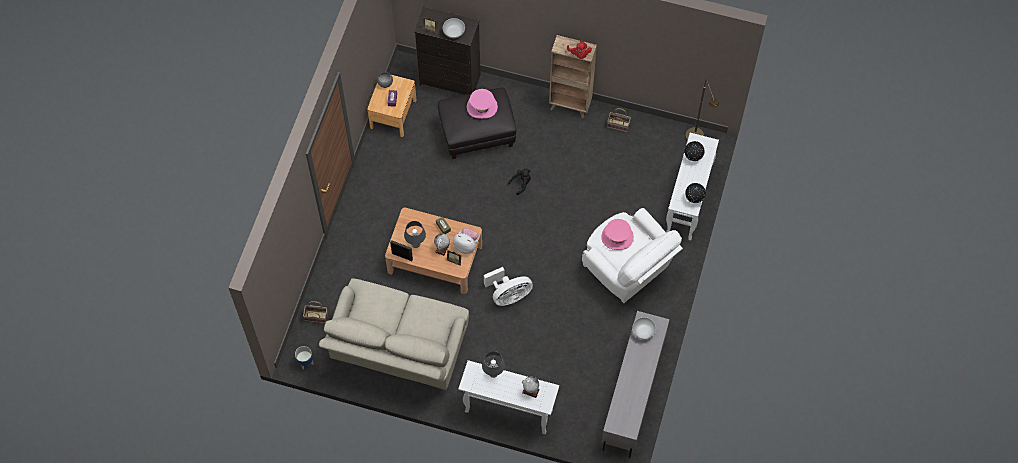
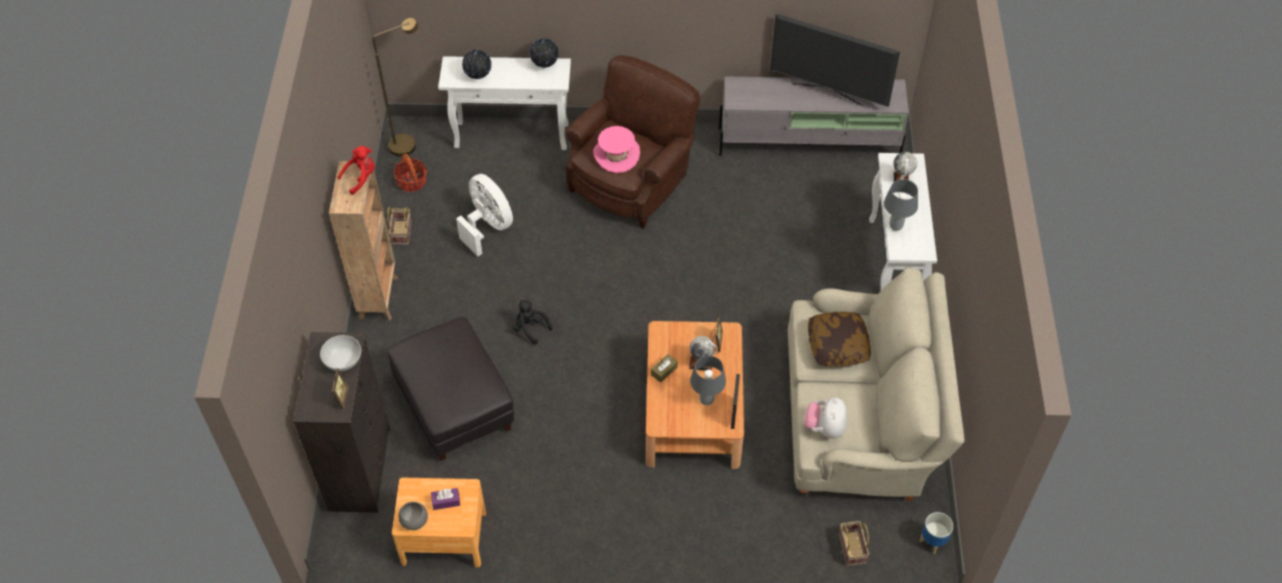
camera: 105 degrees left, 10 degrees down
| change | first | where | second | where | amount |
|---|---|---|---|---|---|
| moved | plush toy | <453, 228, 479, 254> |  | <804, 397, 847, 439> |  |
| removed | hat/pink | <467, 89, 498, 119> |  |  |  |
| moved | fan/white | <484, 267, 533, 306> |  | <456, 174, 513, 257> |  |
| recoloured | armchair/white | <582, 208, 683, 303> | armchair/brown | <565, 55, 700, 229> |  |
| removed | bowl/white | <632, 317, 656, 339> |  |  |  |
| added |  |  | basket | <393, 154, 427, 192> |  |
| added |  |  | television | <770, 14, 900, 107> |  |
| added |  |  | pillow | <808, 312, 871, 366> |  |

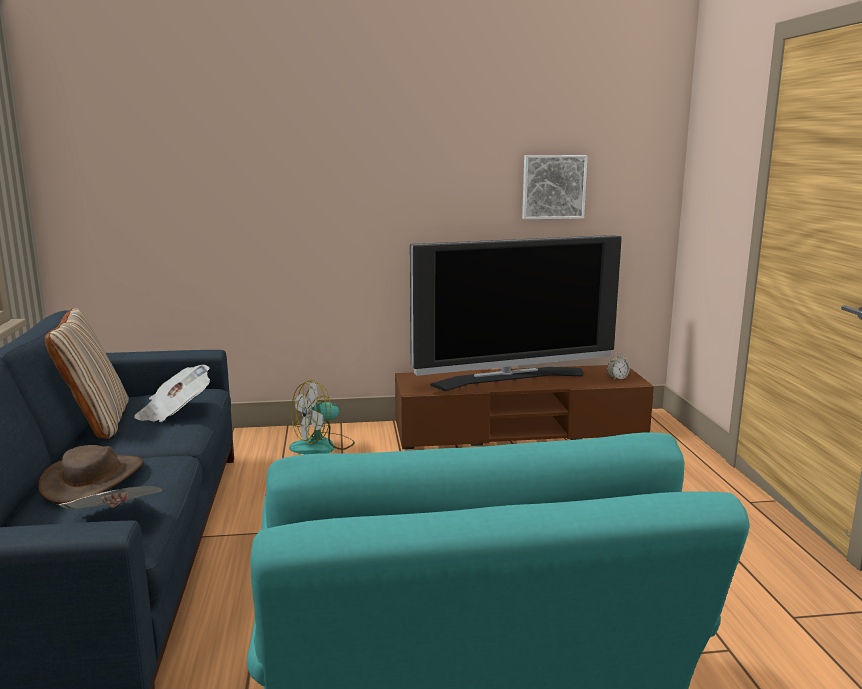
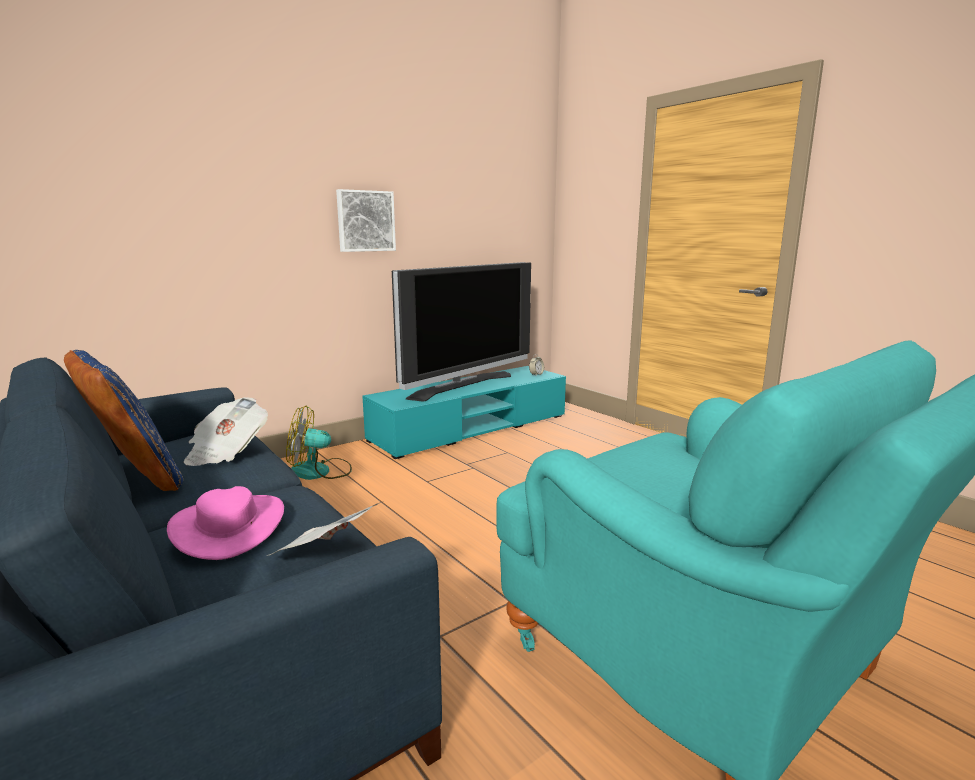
camera: 30 degrees left, 0 degrees up
| change | first | where | second | where | amount |
|---|---|---|---|---|---|
| recoloured | hat/brown | <38, 445, 143, 503> | hat/pink | <167, 486, 284, 560> |  |
| recoloured | pillow/beige | <45, 308, 129, 439> | pillow/blue | <64, 350, 183, 491> |  |
| turned | fan | <289, 380, 355, 454> |  | <286, 405, 352, 480> | 60 degrees clockwise |
| recoloured | tv stand/brown | <395, 365, 654, 449> | tv stand/turquoise | <362, 366, 566, 459> |  |
| moved | picture | <522, 155, 587, 219> |  | <336, 189, 396, 252> |  |

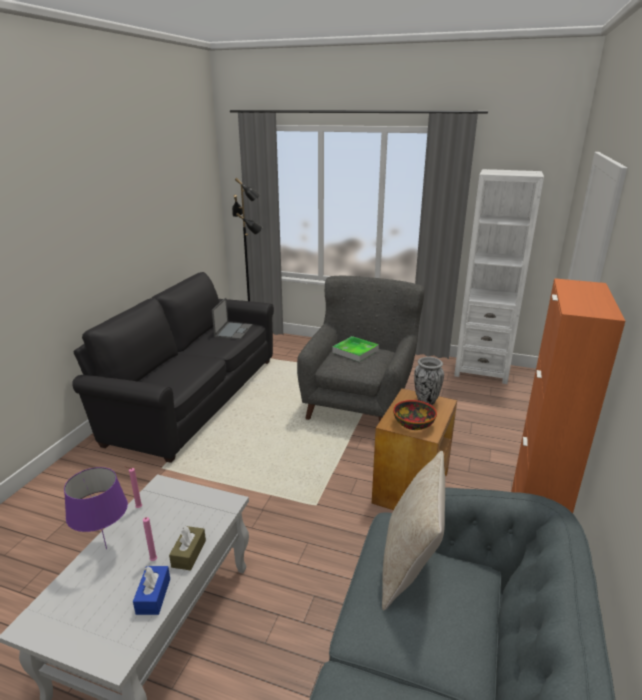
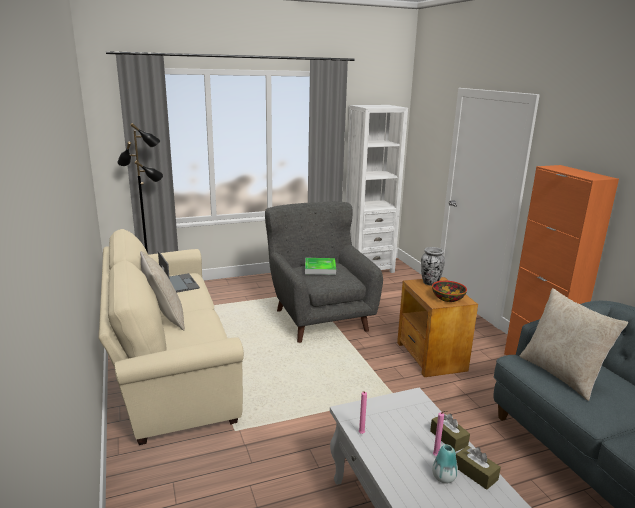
camera: 40 degrees left, 5 degrees down
| change | first | where | second | where | amount |
|---|---|---|---|---|---|
| removed | table lamp/purple | <64, 467, 128, 549> |  |  |  |
| recoloured | sofa/black | <72, 272, 274, 463> | sofa/beige | <99, 229, 244, 445> |  |
| recoloured | tissue box/blue | <133, 566, 170, 615> | tissue box/brown | <456, 446, 501, 490> |  |
| added |  |  | pillow/beige | <140, 251, 185, 330> |  |
| added |  |  | vase | <432, 444, 458, 484> |  |

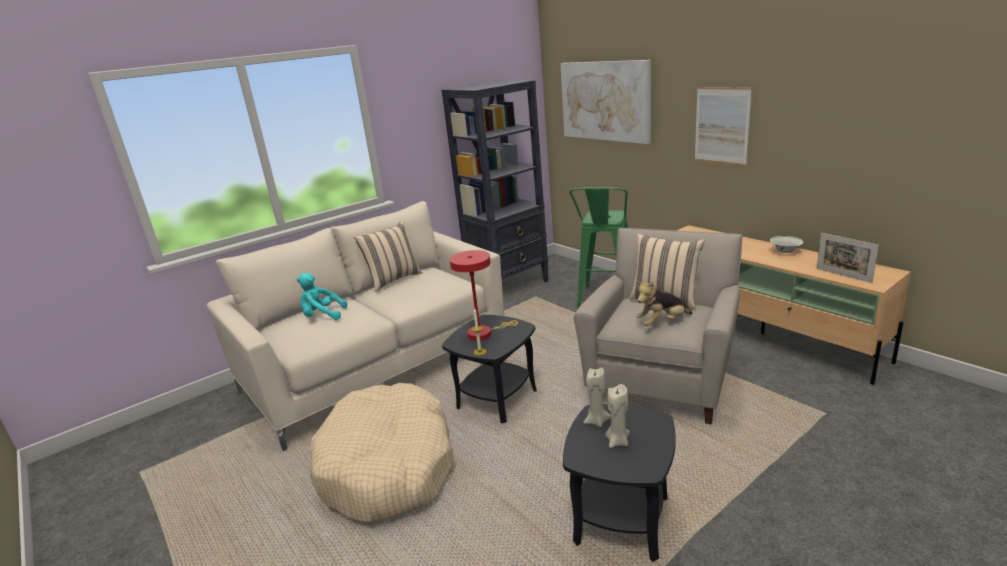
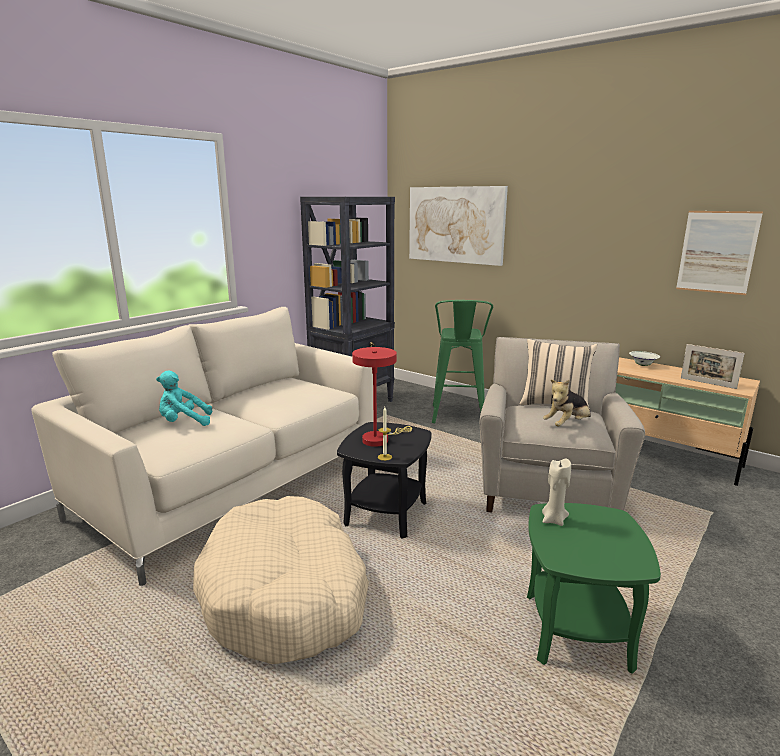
camera: 15 degrees left, 5 degrees down
| change | first | where | second | where | amount |
|---|---|---|---|---|---|
| removed | pillow/beige | <354, 220, 422, 292> |  |  |  |
| recoloured | side table/black | <563, 404, 676, 562> | side table/green | <527, 503, 661, 674> |  |
| removed | candle/beige | <605, 384, 630, 448> |  |  |  |
| moved | picture | <695, 87, 752, 166> |  | <676, 211, 763, 295> |  |

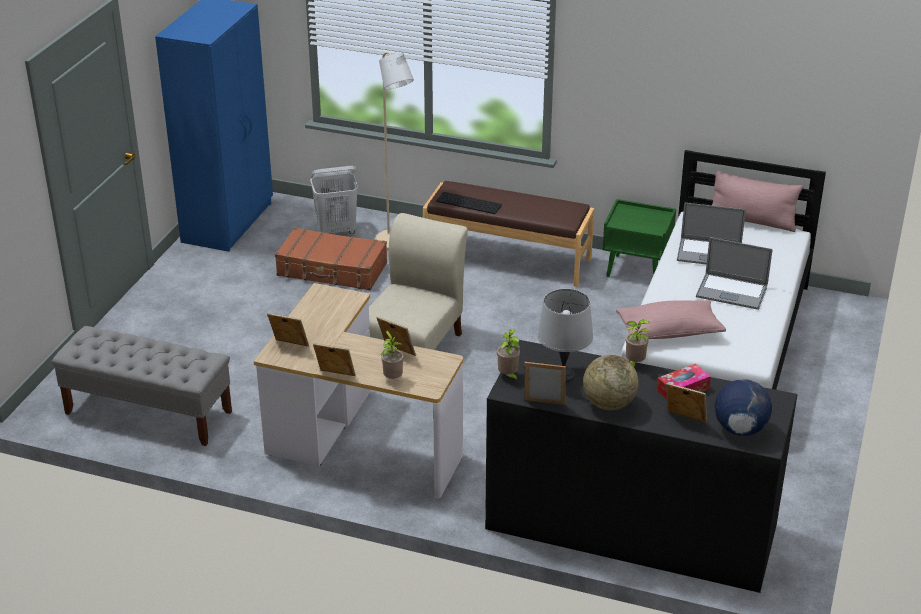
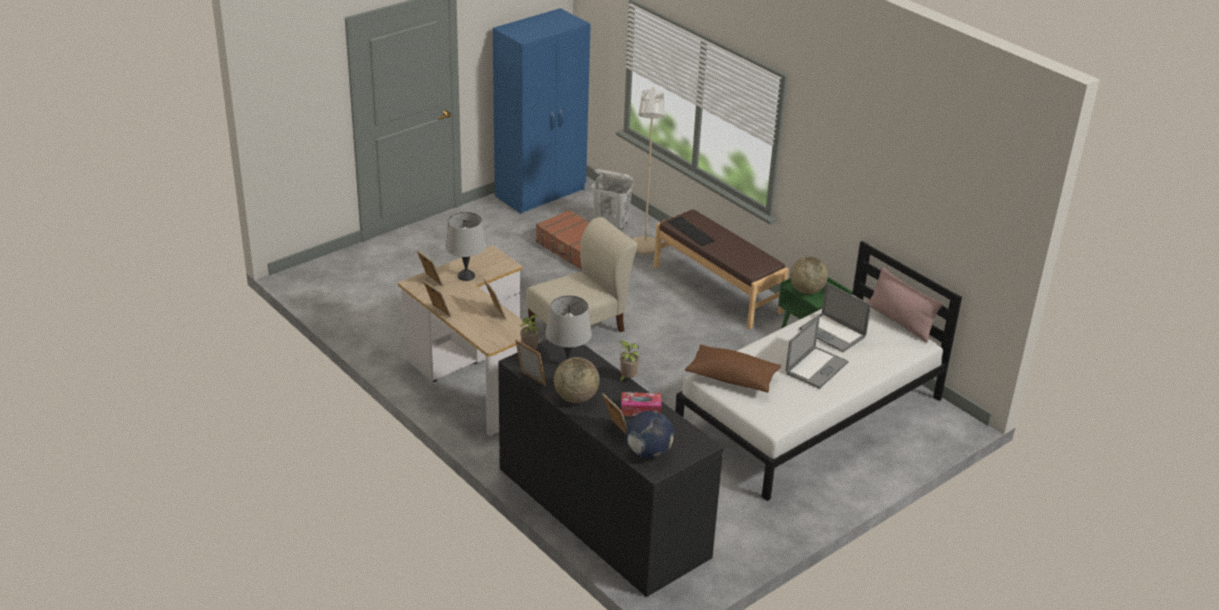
camera: 30 degrees right, 0 degrees up
| change | first | where | second | where | amount |
|---|---|---|---|---|---|
| removed | bench/grey | <52, 326, 232, 446> |  |  |  |
| removed | potted plant | <381, 331, 404, 379> |  |  |  |
| recoloured | pillow/pink | <616, 300, 726, 339> | pillow/brown | <685, 344, 781, 393> |  |
| turned | laptop | <696, 237, 772, 310> |  | <786, 316, 849, 389> | 105 degrees counterclockwise |
| added |  |  | table lamp/grey | <445, 212, 486, 281> |  |
| added |  |  | globe | <790, 257, 828, 294> |  |

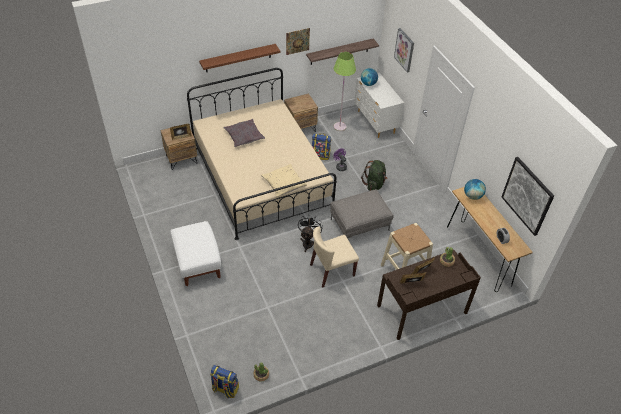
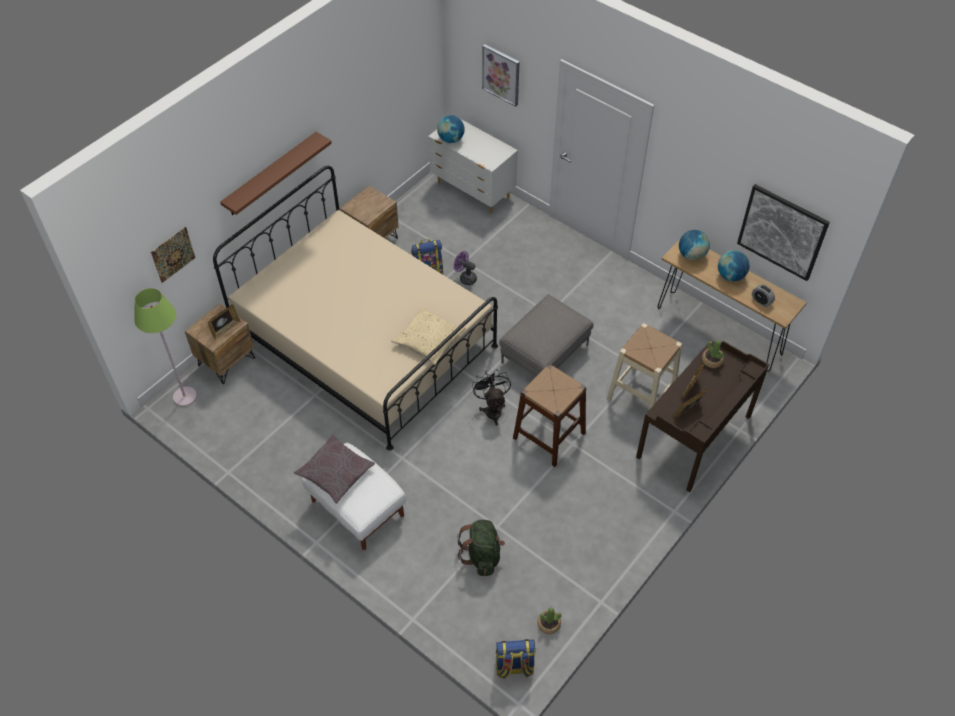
camera: 25 degrees left, 5 degrees up
| change | first | where | second | where | amount |
|---|---|---|---|---|---|
| moved | pillow/grey | <223, 119, 265, 147> |  | <294, 434, 375, 504> |  |
| moved | picture | <286, 28, 310, 55> |  | <151, 227, 195, 283> |  |
| removed | shelf | <306, 39, 379, 65> |  |  |  |
| replaced | chair/beige | <310, 227, 359, 288> | stool/brown | <513, 364, 586, 467> |  |
| moved | floor lamp/green | <334, 52, 356, 131> |  | <134, 288, 197, 407> |  |
| moved | backpack/green | <361, 160, 388, 191> |  | <458, 520, 505, 576> |  |
| added |  |  | globe | <718, 250, 750, 281> |  |

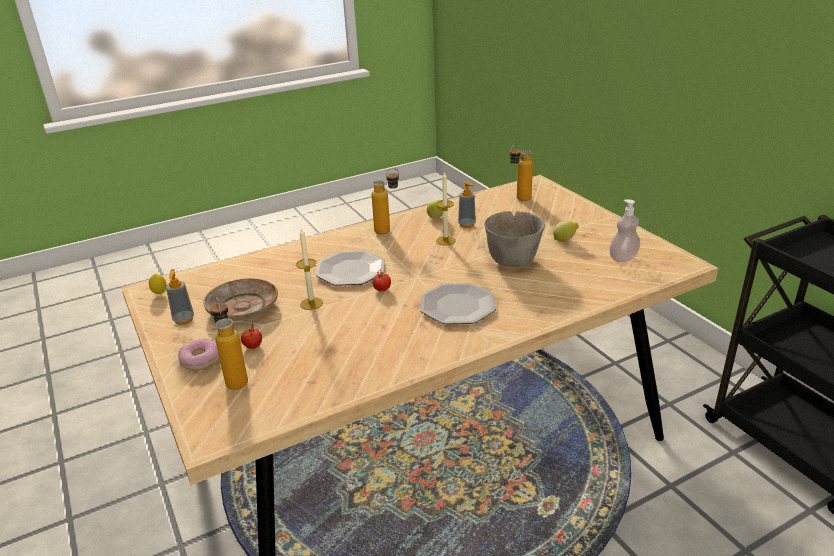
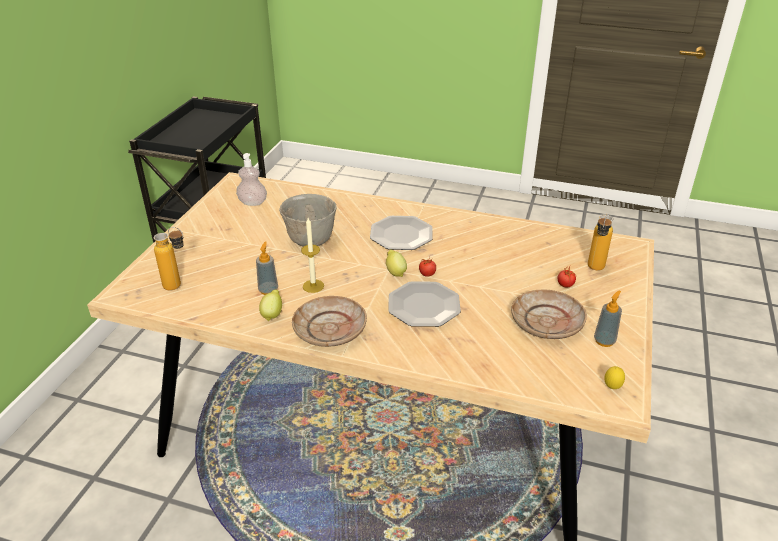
camera: 135 degrees left, 5 degrees up
| change | first | where | second | where | amount |
|---|---|---|---|---|---|
| removed | donut | <178, 339, 220, 371> |  |  |  |
| removed | candle | <296, 228, 323, 310> |  |  |  |
| replaced | bottle | <372, 168, 399, 235> | plate/beige | <292, 296, 367, 347> |  |
| moved | lemon | <553, 221, 579, 242> |  | <386, 249, 407, 277> |  |

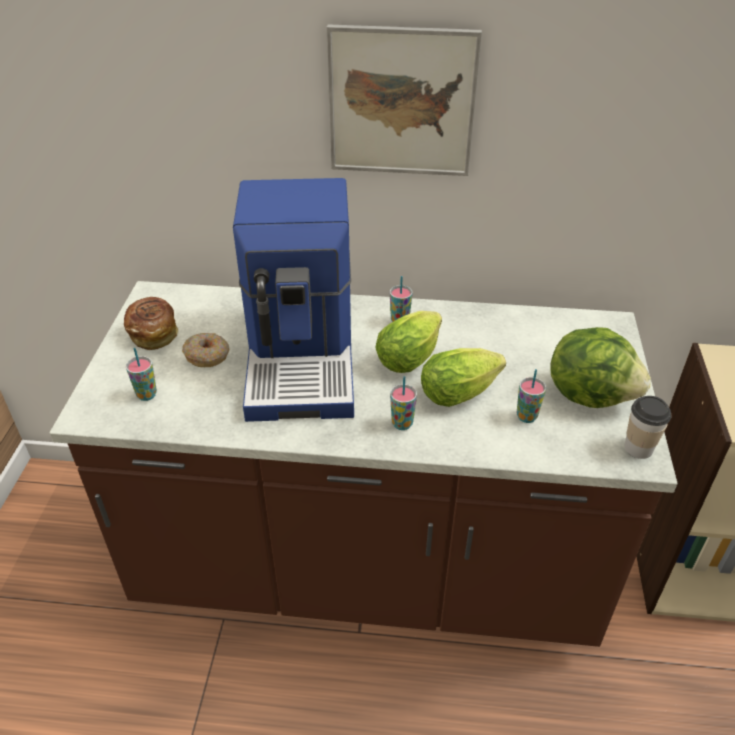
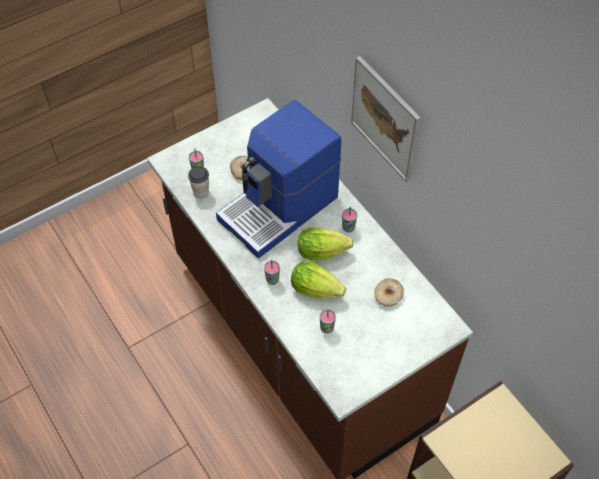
camera: 50 degrees right, 15 degrees up
| change | first | where | second | where | amount |
|---|---|---|---|---|---|
| removed | bread | <124, 297, 179, 350> |  |  |  |
| removed | lettuce | <550, 327, 651, 408> |  |  |  |
| moved | cup | <624, 396, 671, 459> |  | <188, 166, 209, 198> |  |
| added |  |  | donut | <374, 278, 404, 307> |  |

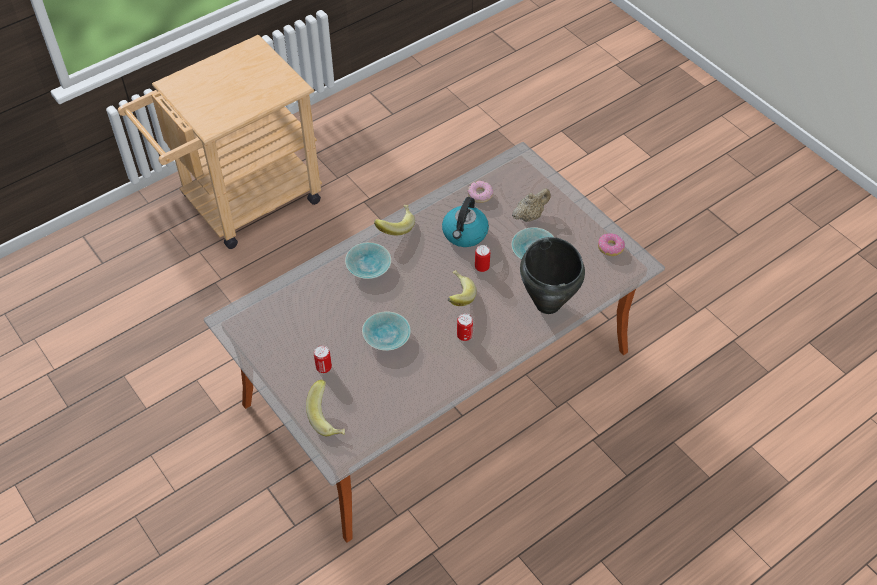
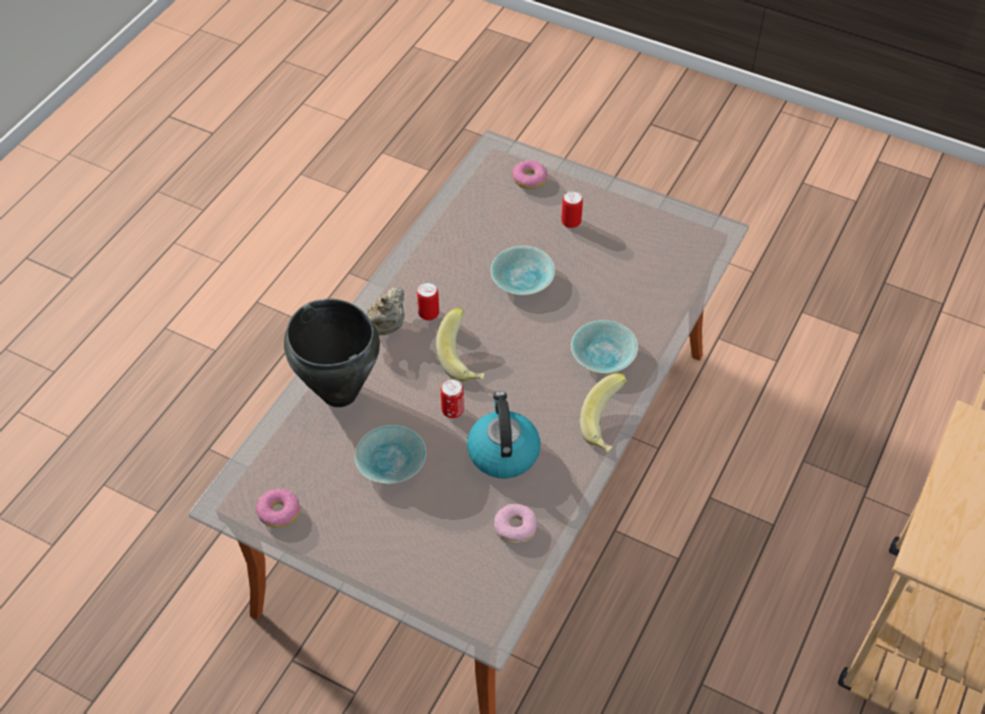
camera: 155 degrees right, 0 degrees up
| change | first | where | second | where | amount |
|---|---|---|---|---|---|
| replaced | banana | <306, 379, 345, 436> | donut | <512, 160, 548, 189> |  |
| moved | teapot/beige | <512, 188, 551, 222> |  | <368, 287, 405, 335> |  |

